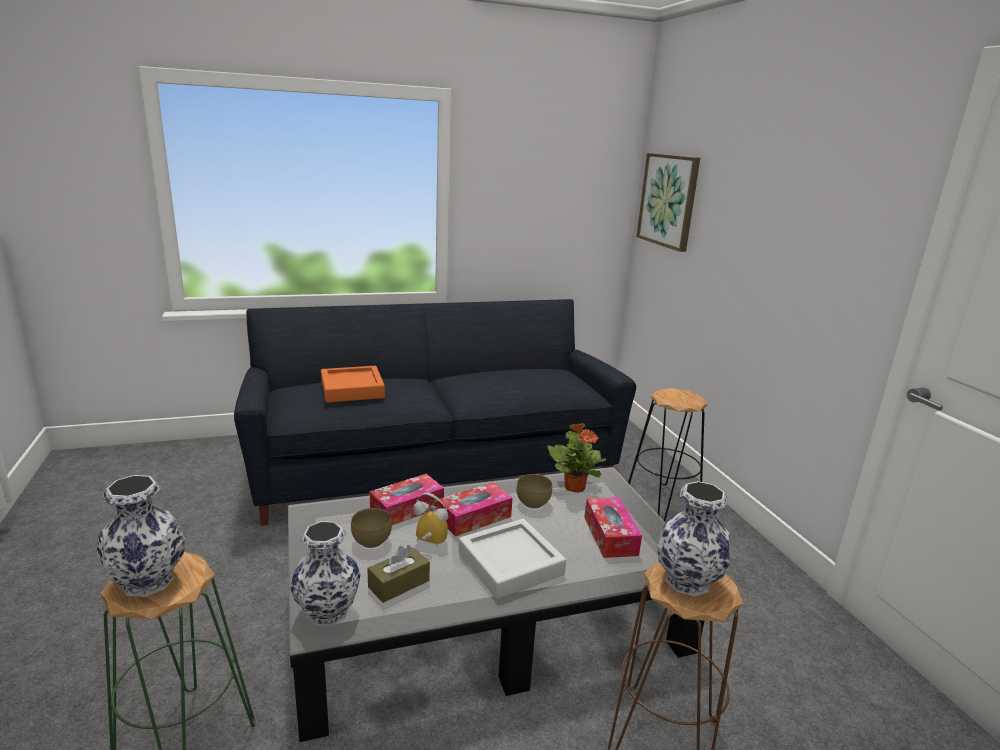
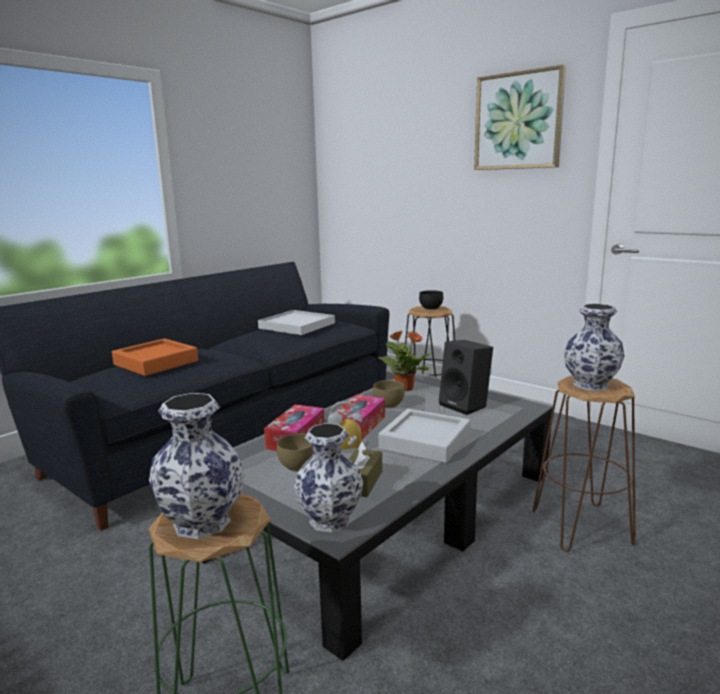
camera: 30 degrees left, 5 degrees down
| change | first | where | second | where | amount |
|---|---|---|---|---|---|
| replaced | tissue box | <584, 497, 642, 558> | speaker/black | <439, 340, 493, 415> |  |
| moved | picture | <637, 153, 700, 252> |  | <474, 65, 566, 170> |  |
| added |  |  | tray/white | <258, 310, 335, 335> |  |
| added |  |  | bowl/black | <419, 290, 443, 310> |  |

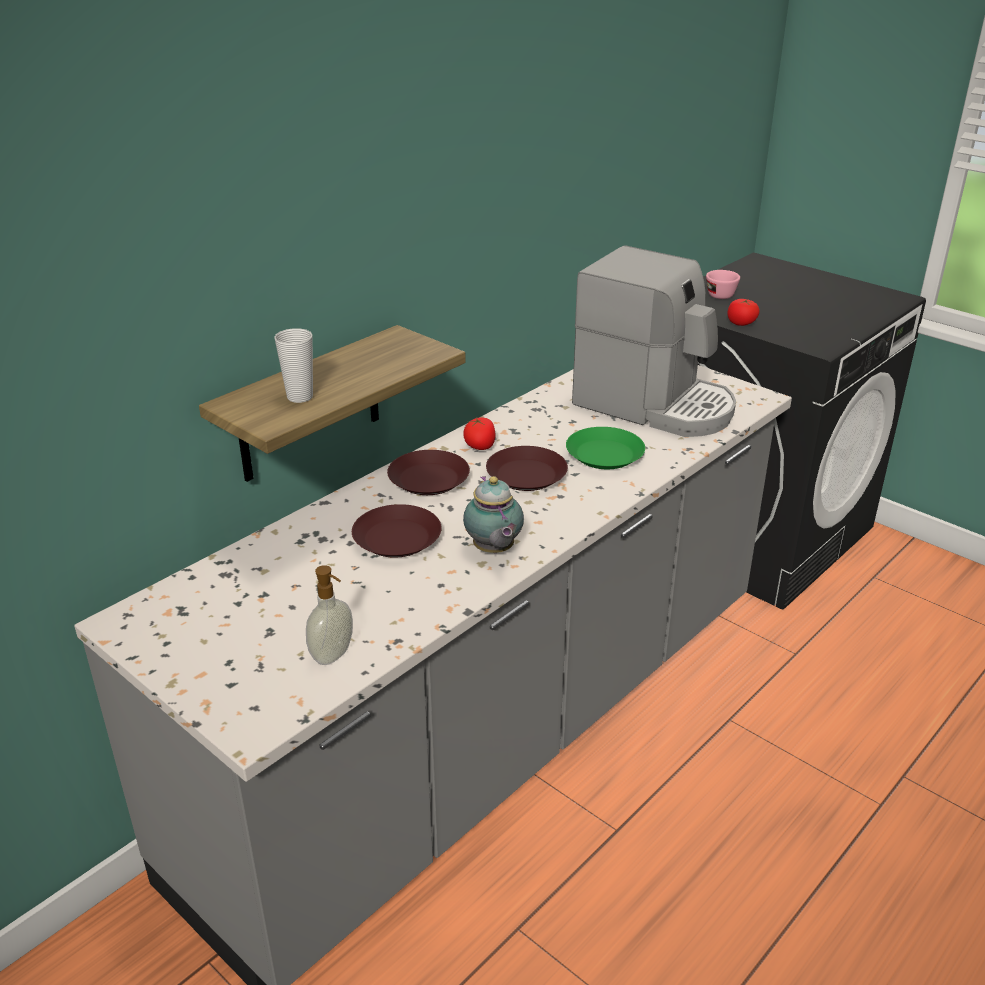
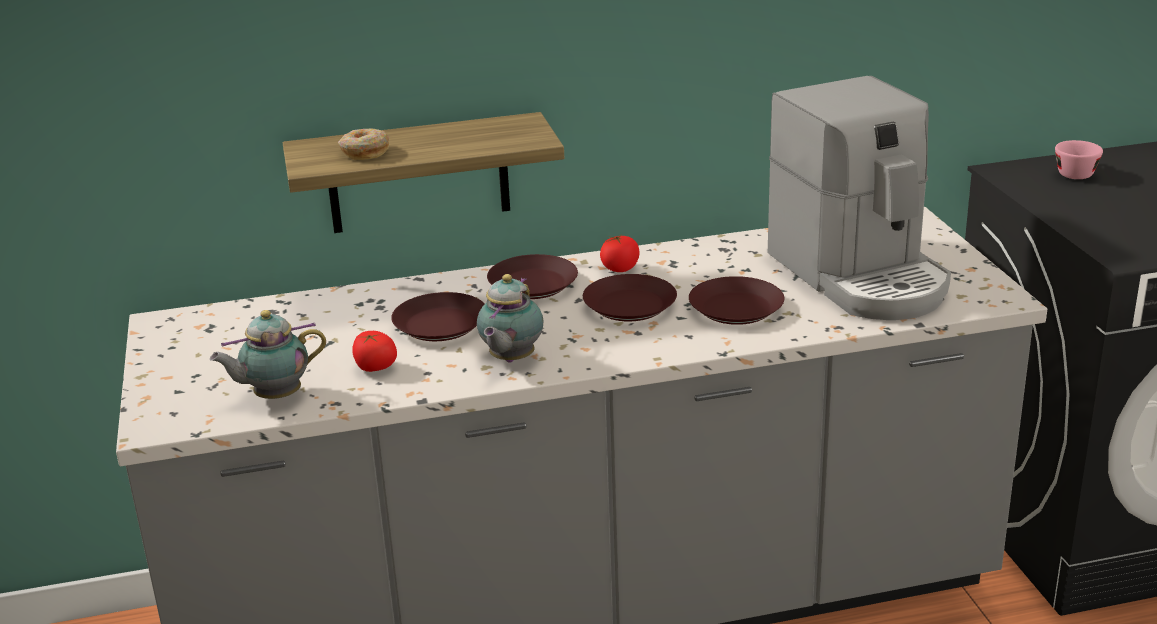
camera: 35 degrees right, 5 degrees down
| change | first | where | second | where | amount |
|---|---|---|---|---|---|
| replaced | cup | <274, 328, 313, 403> | donut | <338, 128, 389, 160> |  |
| replaced | soap dispenser | <306, 565, 353, 665> | teapot | <210, 310, 326, 399> |  |
| recoloured | plate/green | <566, 427, 645, 469> | plate/brown | <689, 276, 784, 325> |  |
| moved | tomato | <727, 299, 760, 326> |  | <352, 331, 397, 372> |  |

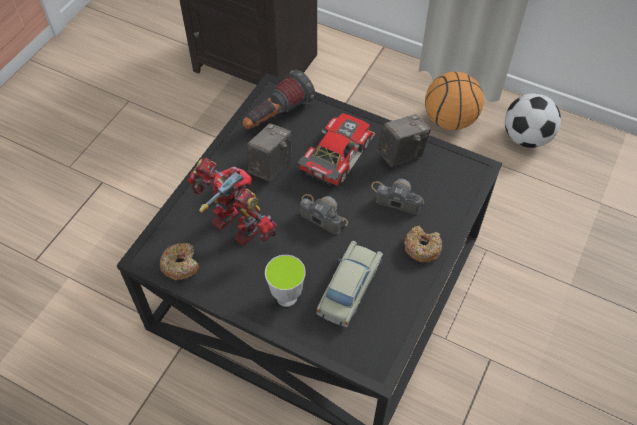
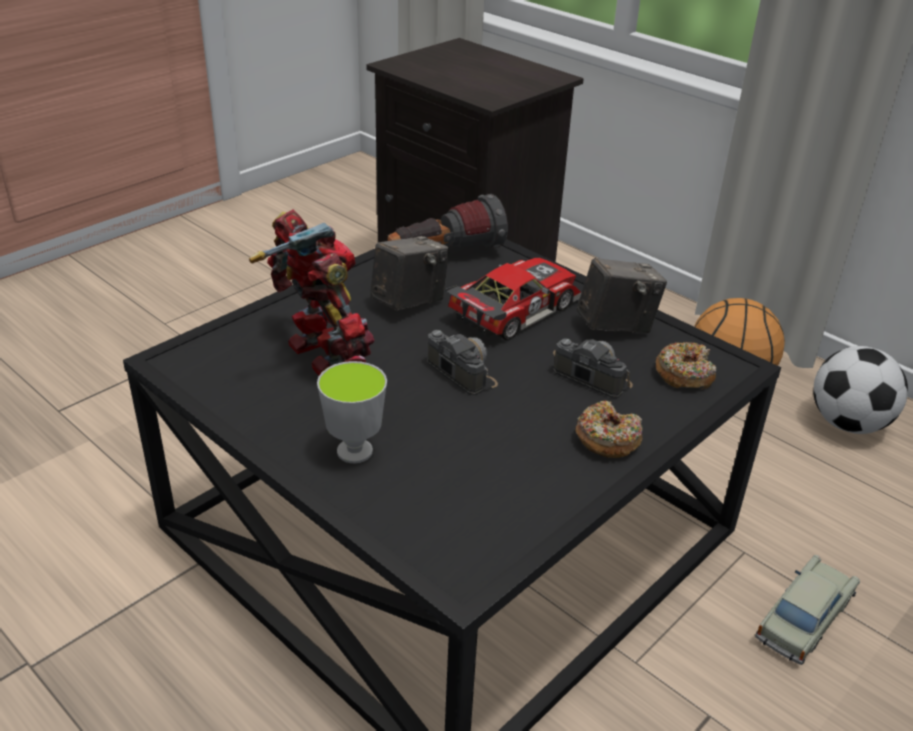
camera: 15 degrees right, 20 degrees down
| change | first | where | second | where | amount |
|---|---|---|---|---|---|
| moved | donut | <160, 243, 199, 280> |  | <656, 342, 716, 389> |  |
| moved | toy car/beige | <316, 241, 383, 327> |  | <755, 555, 860, 665> |  |

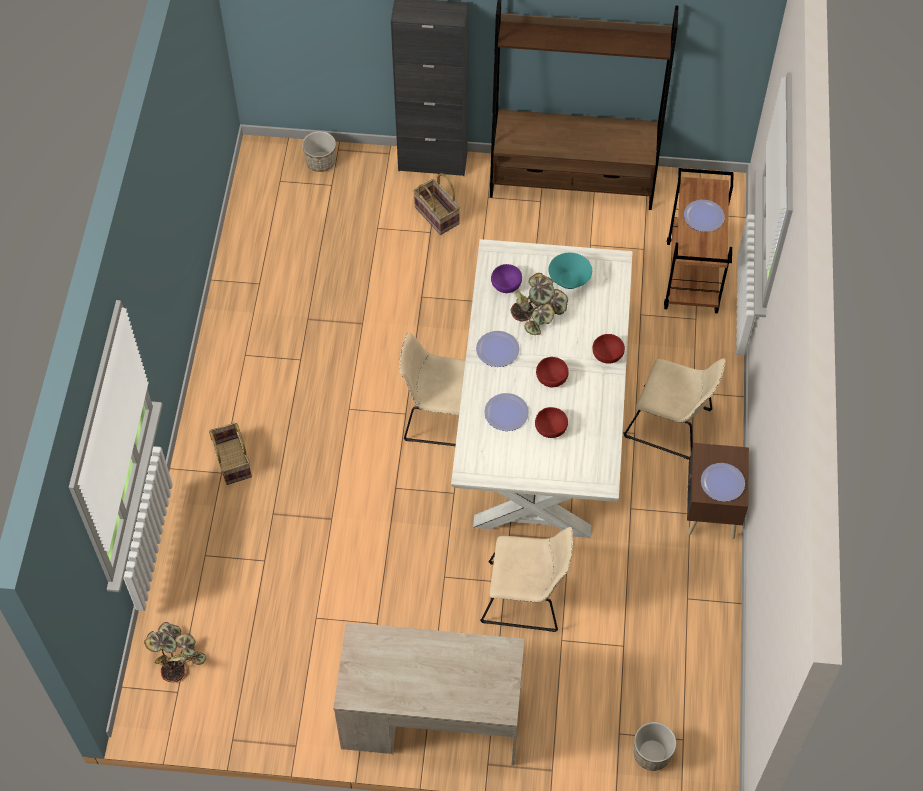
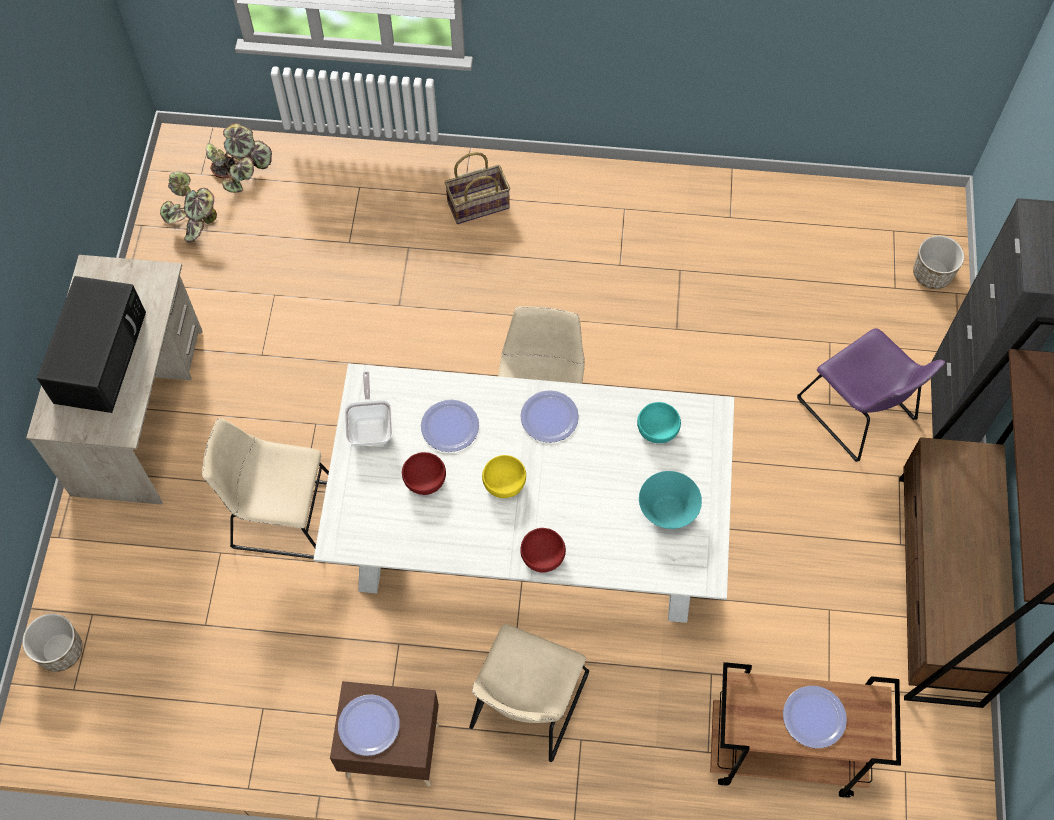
camera: 90 degrees right, 5 degrees up
| change | first | where | second | where | amount |
|---|---|---|---|---|---|
| replaced | basket | <413, 173, 460, 235> | chair/purple | <797, 328, 945, 462> |  |
| turned | chair/beige | <480, 527, 573, 632> |  | <202, 418, 329, 559> | 90 degrees clockwise |
| recoloured | bowl/purple | <491, 264, 522, 293> | bowl/turquoise | <637, 402, 681, 443> |  |
| moved | potted plant | <510, 273, 568, 335> |  | <160, 171, 217, 243> |  |
| recoloured | bowl/red | <536, 357, 569, 387> | bowl/yellow | <482, 455, 526, 498> |  |
| added |  |  | microwave/black | <37, 276, 146, 413> |  |
| added |  |  | frying pan | <345, 371, 393, 446> |  |

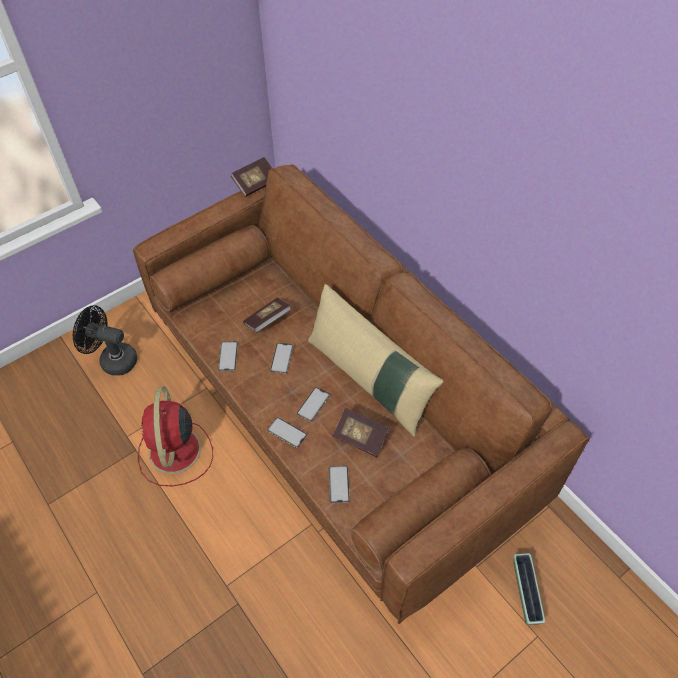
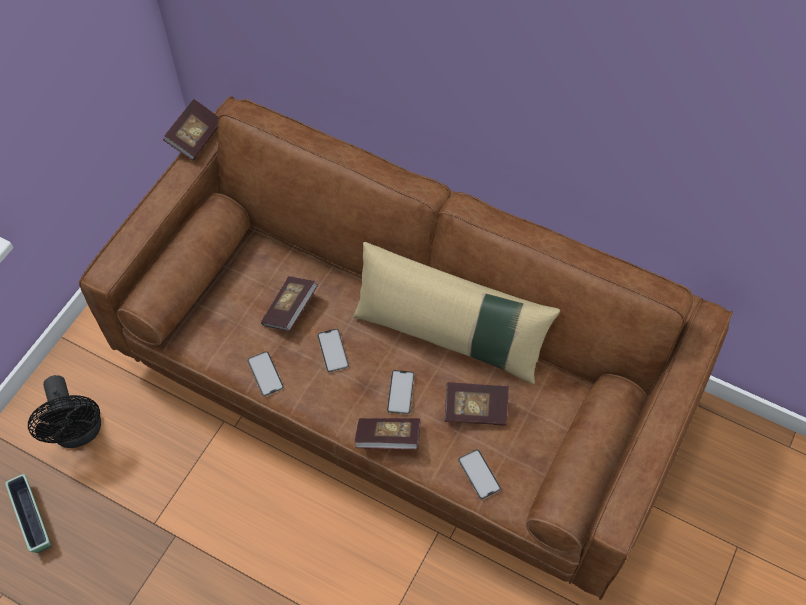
camera: 25 degrees left, 5 degrees up
| change | first | where | second | where | amount |
|---|---|---|---|---|---|
| turned | fan/black | <73, 306, 137, 376> |  | <28, 375, 101, 448> | 105 degrees counterclockwise |
| removed | fan/red | <138, 386, 213, 486> |  |  |  |
| replaced | phone | <267, 417, 307, 448> | book | <354, 418, 420, 450> |  |
| moved | planter | <514, 553, 545, 625> |  | <5, 474, 51, 553> |  |

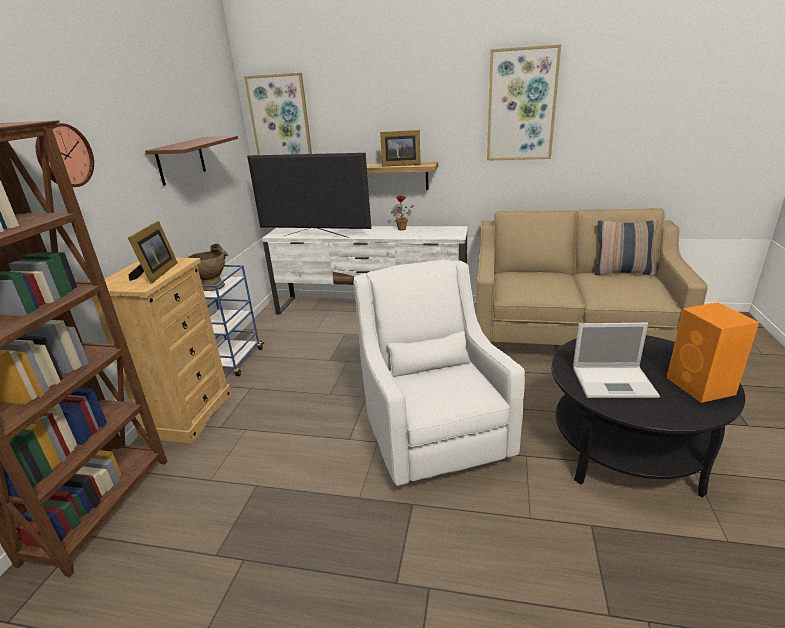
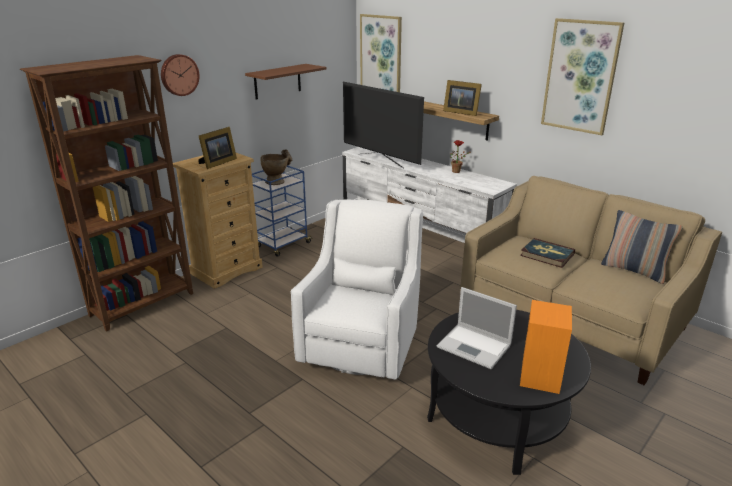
camera: 30 degrees right, 0 degrees up
| change | first | where | second | where | amount |
|---|---|---|---|---|---|
| added |  |  | book | <520, 238, 575, 268> |  |

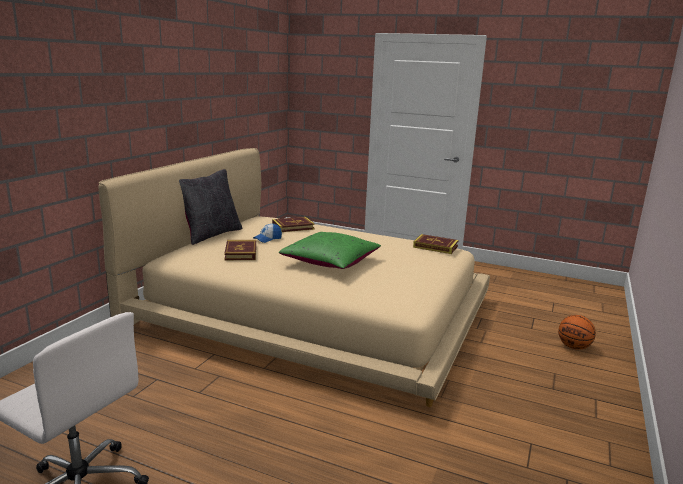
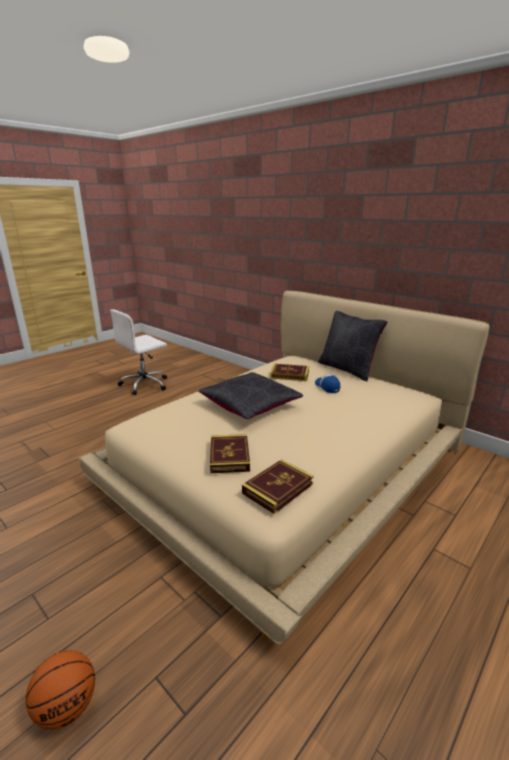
camera: 110 degrees right, 5 degrees up
| change | first | where | second | where | amount |
|---|---|---|---|---|---|
| moved | book | <272, 217, 315, 232> |  | <210, 434, 250, 473> |  |
| recoloured | pillow/green | <279, 232, 381, 269> | pillow/black | <198, 372, 303, 419> |  |

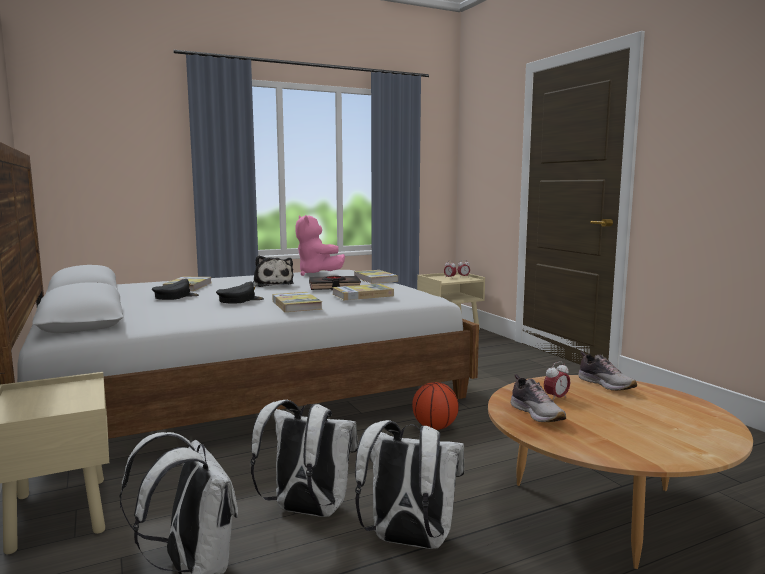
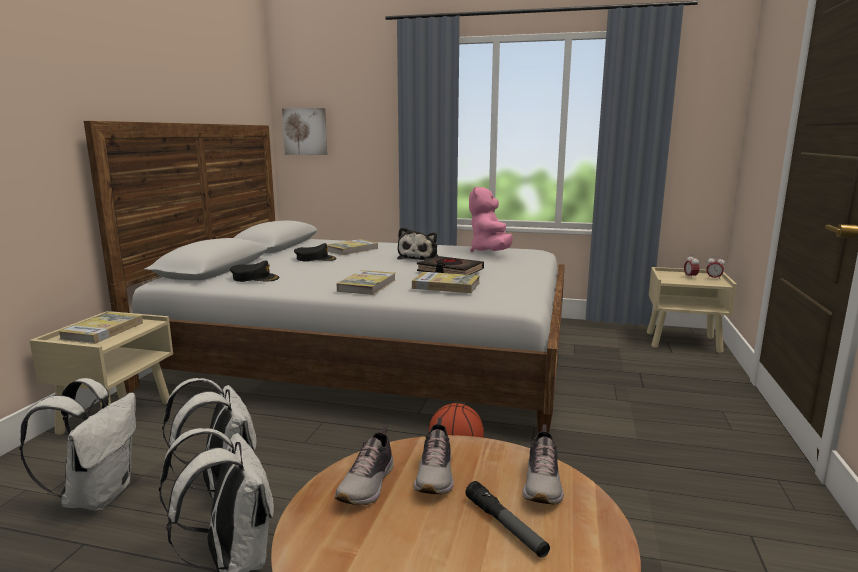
camera: 40 degrees right, 5 degrees up
| change | first | where | second | where | amount |
|---|---|---|---|---|---|
| moved | cap/black | <216, 282, 264, 304> |  | <230, 261, 279, 282> |  |
| moved | book | <354, 270, 398, 284> |  | <58, 312, 143, 344> |  |
| replaced | alarm clock | <544, 361, 570, 402> | shoe | <414, 417, 454, 494> |  |
| added |  |  | picture | <282, 108, 327, 155> |  |
| added |  |  | flashlight | <465, 481, 550, 558> |  |

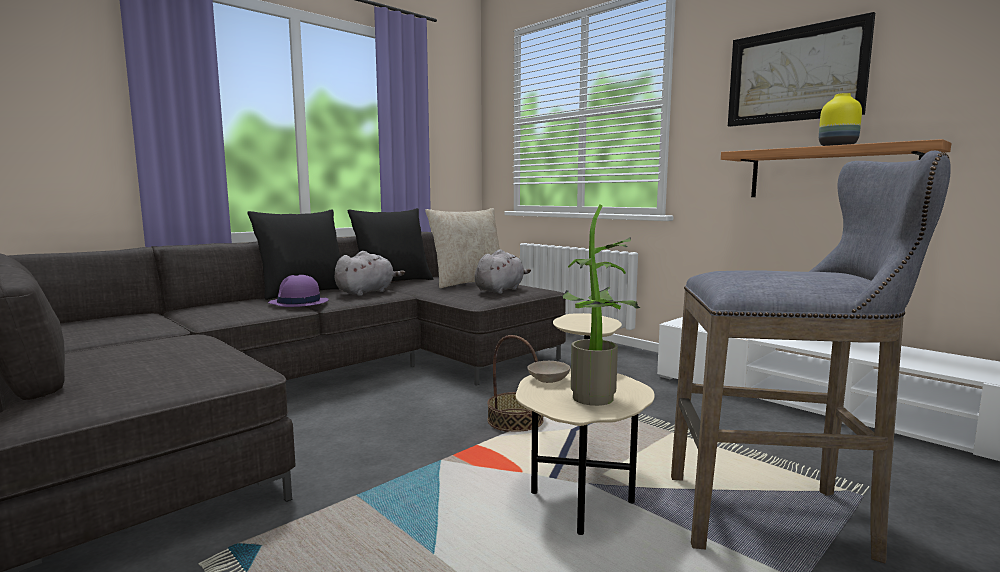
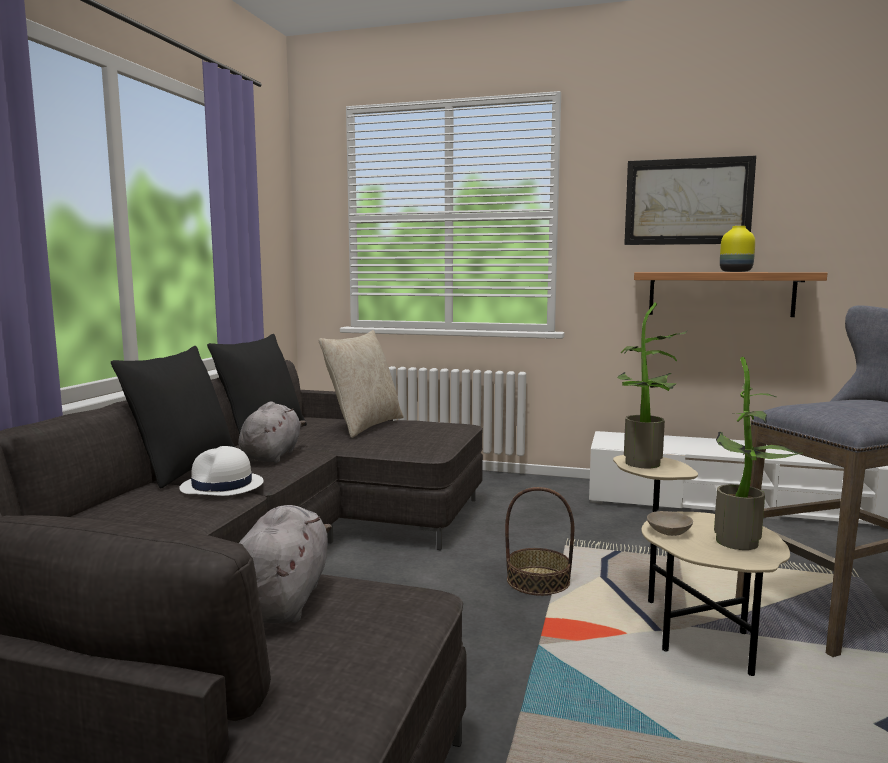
camera: 30 degrees left, 0 degrees up
| change | first | where | second | where | amount |
|---|---|---|---|---|---|
| recoloured | hat/purple | <268, 275, 329, 307> | hat/white | <179, 446, 264, 496> |  |
| moved | plush toy/grey | <475, 249, 531, 294> |  | <239, 505, 332, 624> |  |
| added |  |  | potted plant | <617, 303, 688, 468> |  |

